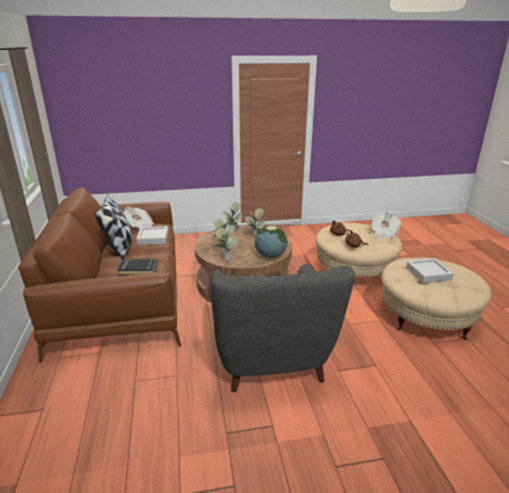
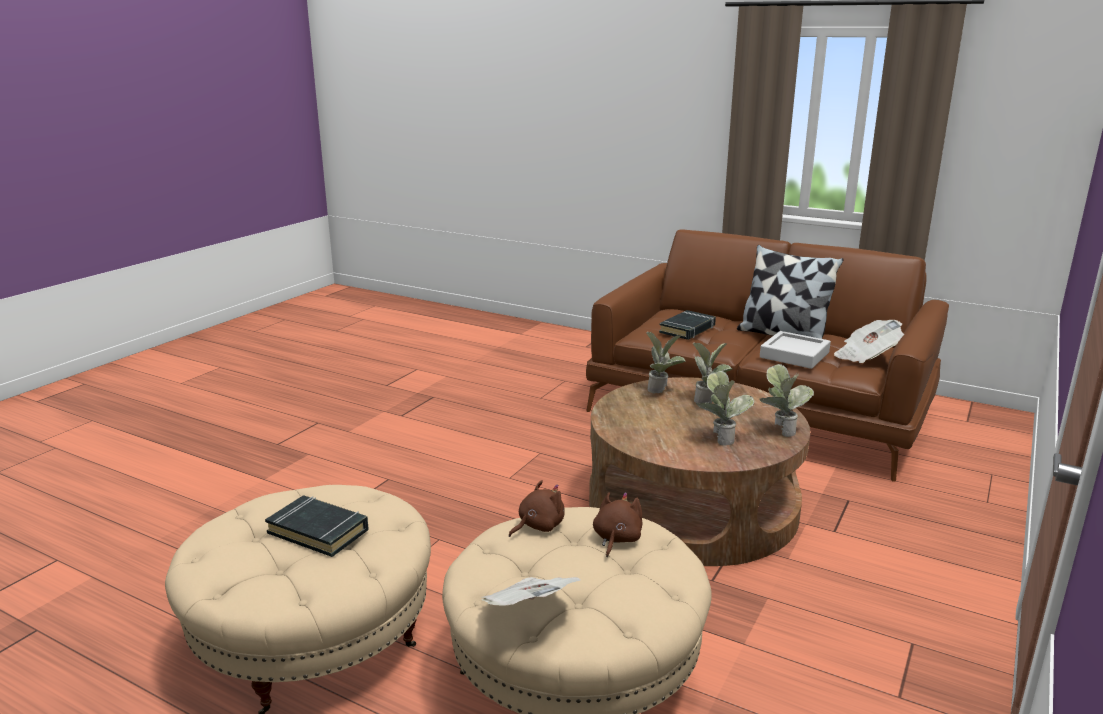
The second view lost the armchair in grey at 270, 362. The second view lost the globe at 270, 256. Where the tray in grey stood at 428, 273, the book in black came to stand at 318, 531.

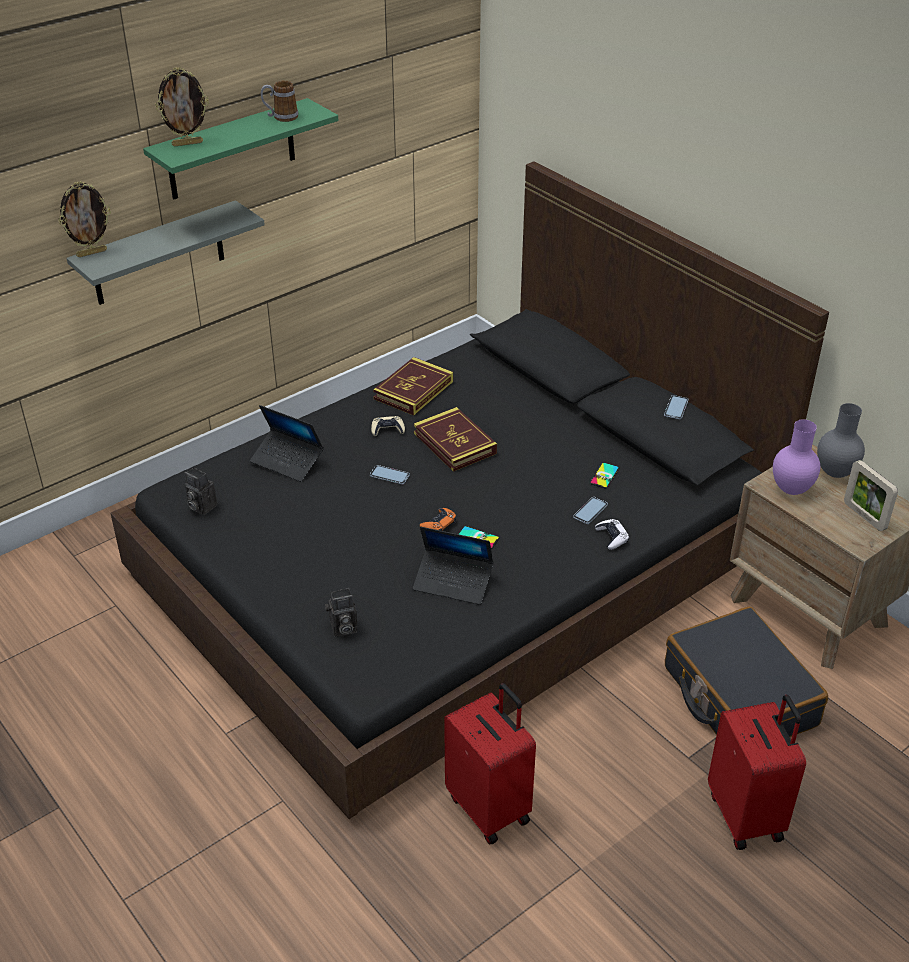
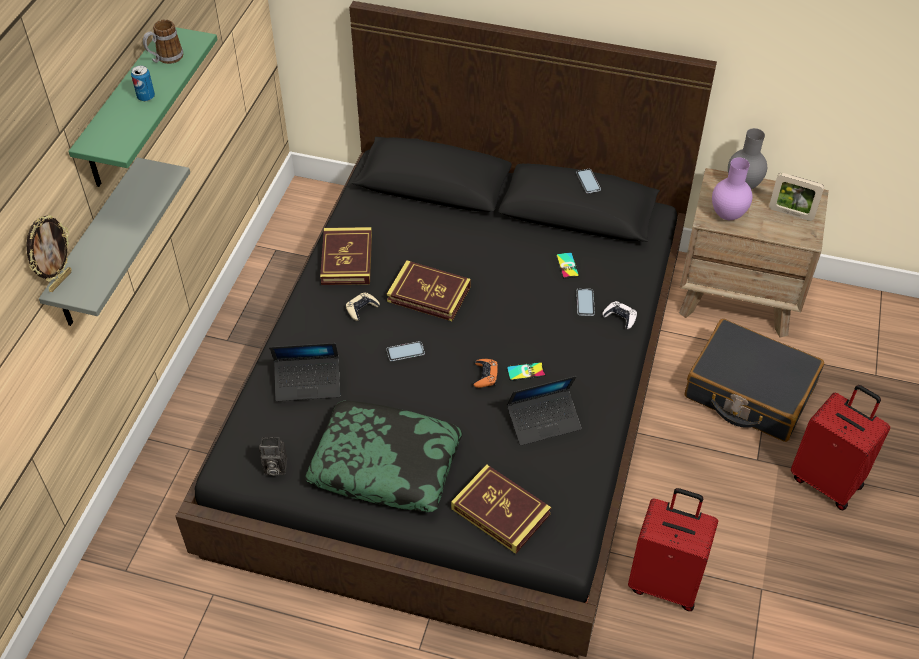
The second view lost the picture frame at 187, 143. The second view gained the can at 146, 97. The second view gained the pillow at 386, 464. Where the photo camera stood at 342, 629, the book came to stand at 500, 511.

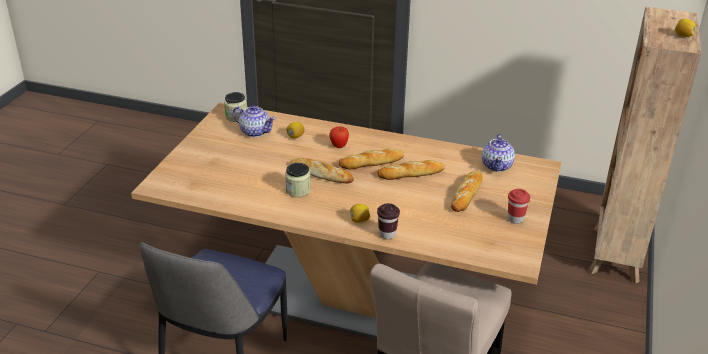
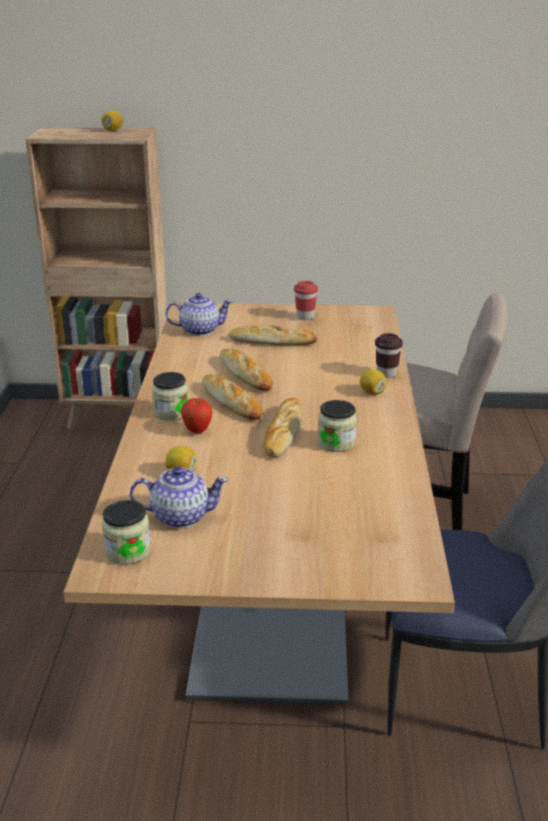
The second view gained the jar at 171, 412. The teapot at 255, 132 ended up facing another way, 75 degrees clockwise from before.

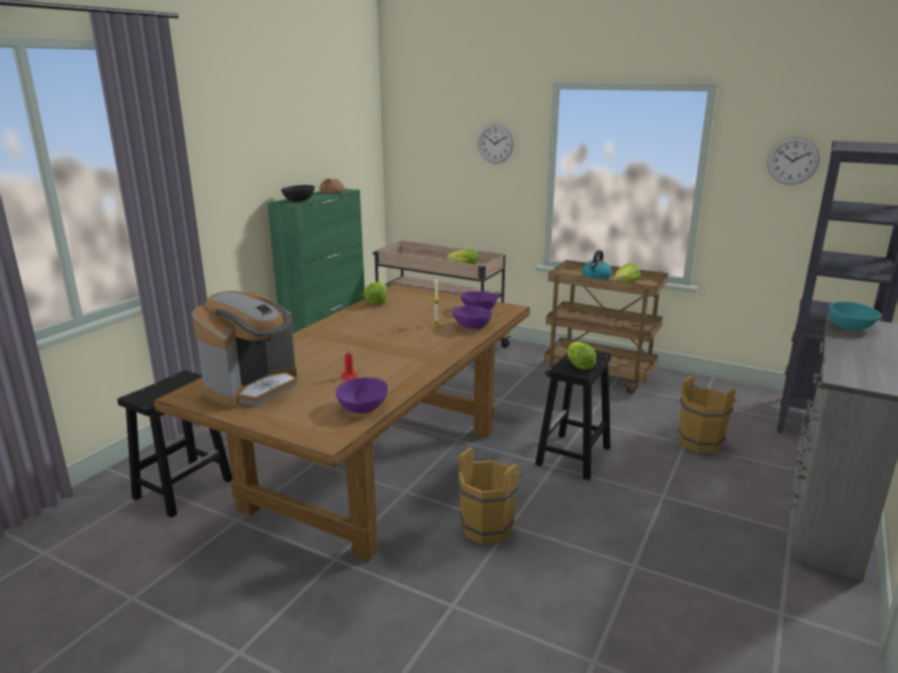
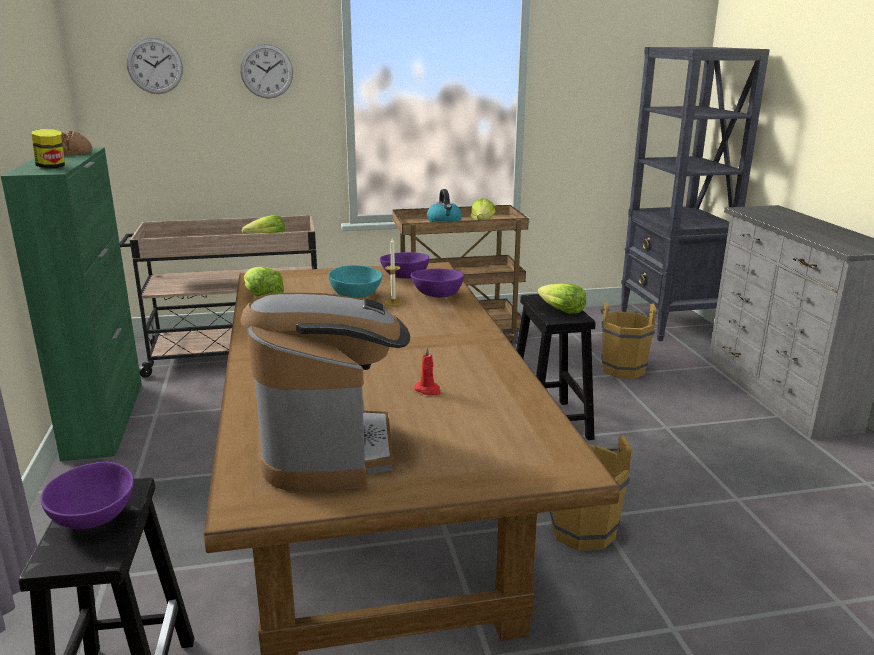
The bowl in purple ended up elsewhere, having gone from 362, 408 to 92, 516. The wall clock ended up elsewhere, having gone from 793, 161 to 155, 66. The bowl in turquoise ended up elsewhere, having gone from 849, 327 to 354, 295. Where the bowl in black stood at 299, 201, the jar came to stand at 52, 167.

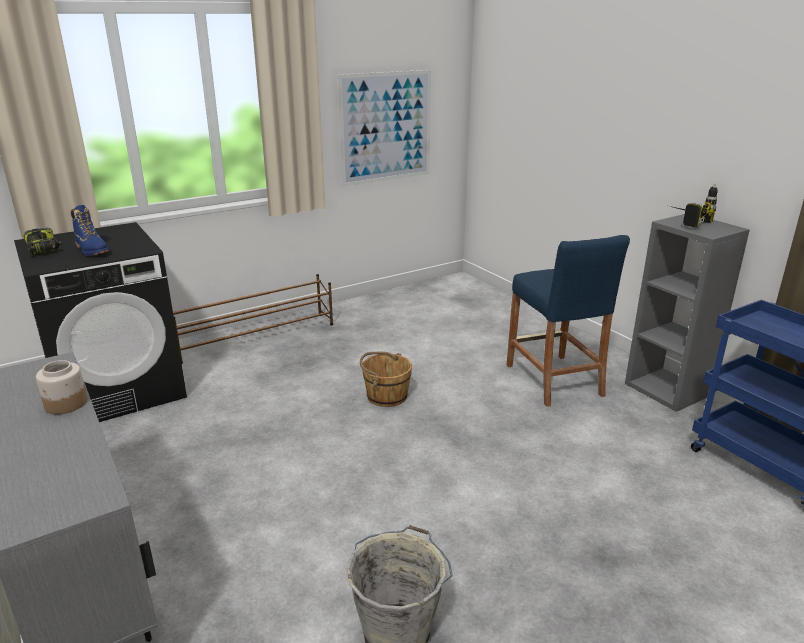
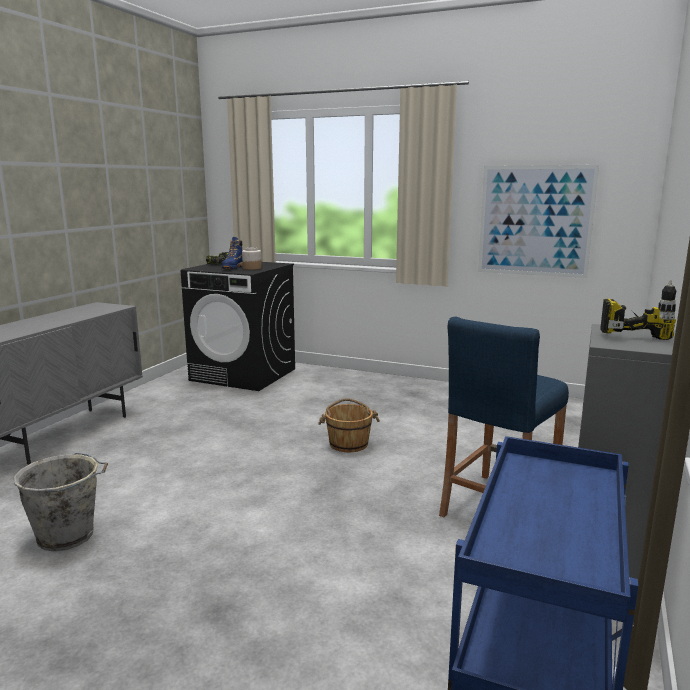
The second view lost the shoe rack in brown at 256, 337. The jar ended up elsewhere, having gone from 66, 404 to 252, 268.

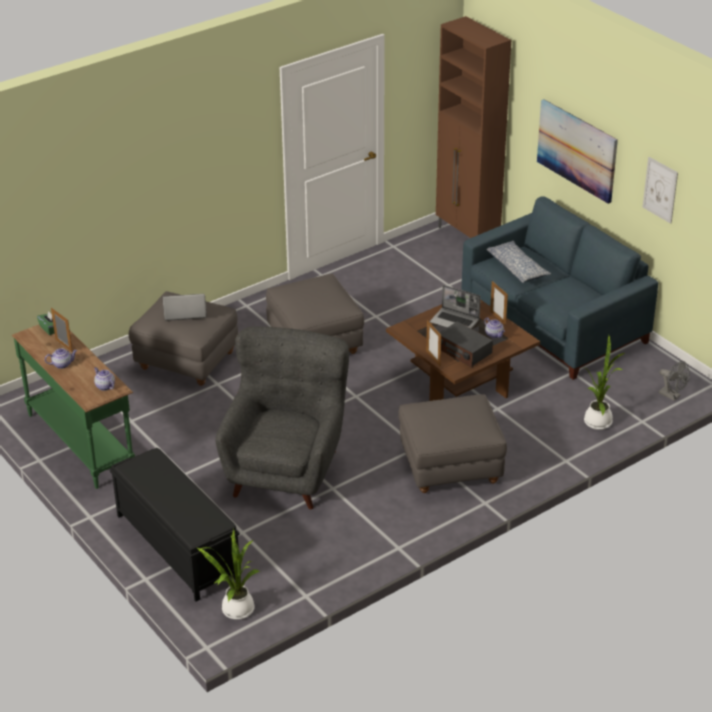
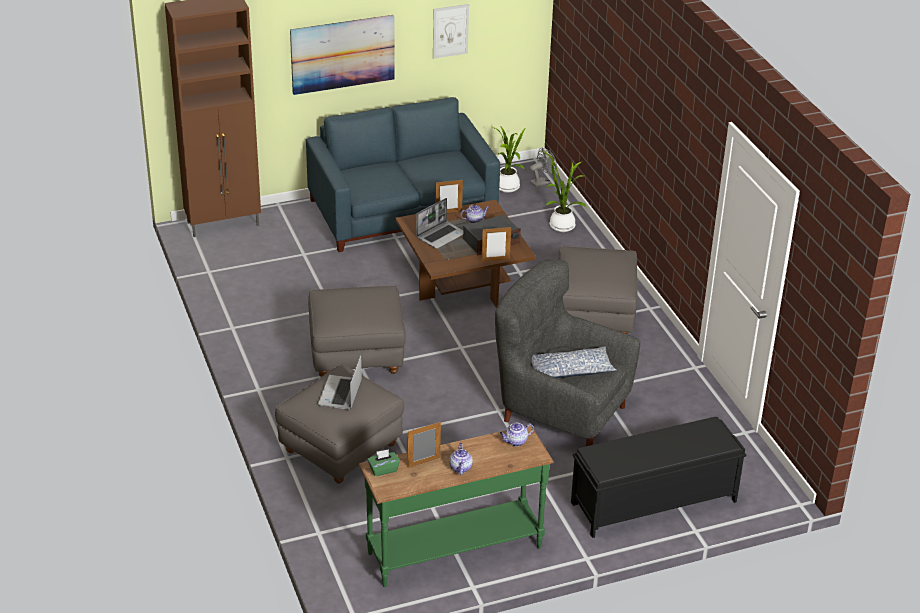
The potted plant ended up elsewhere, having gone from 235, 610 to 507, 188. The pillow ended up elsewhere, having gone from 517, 268 to 569, 370.

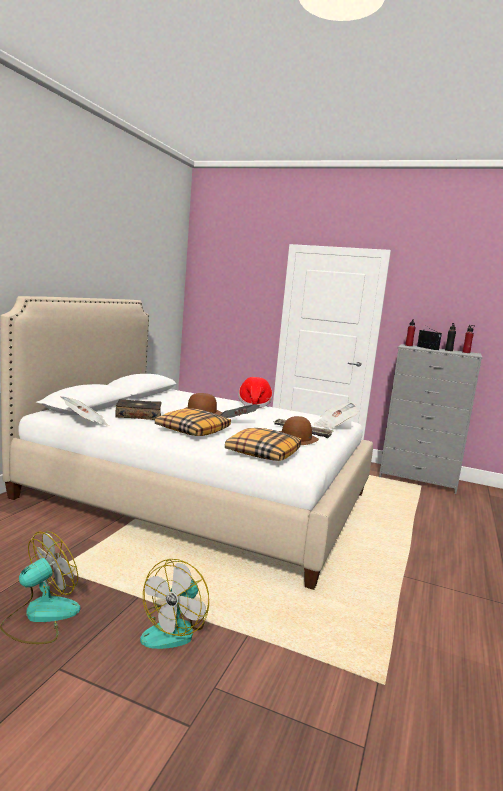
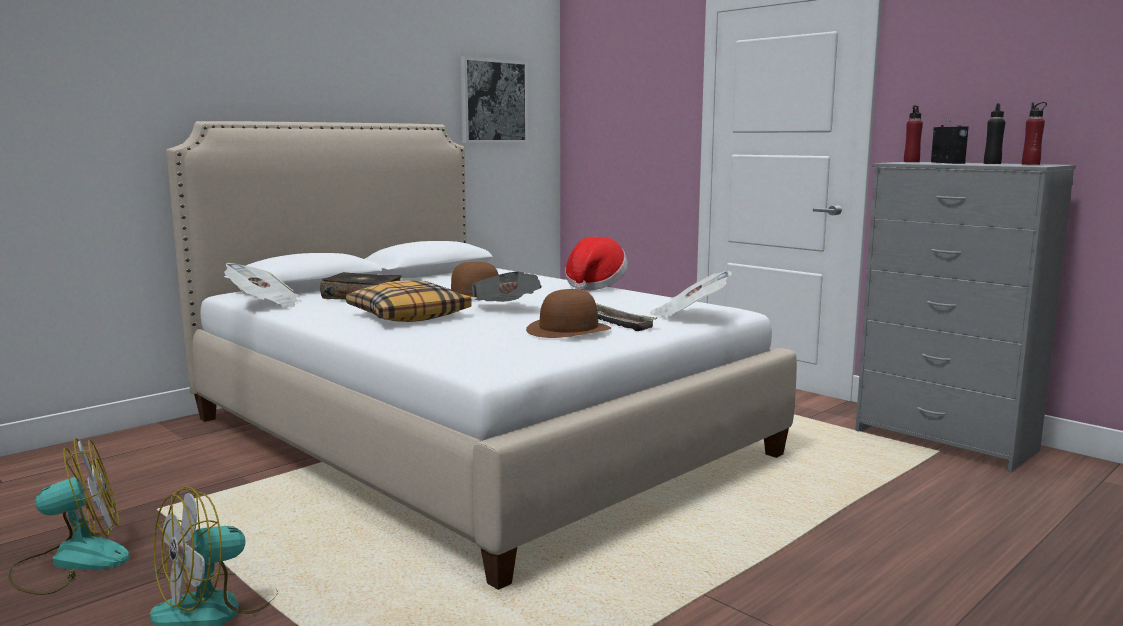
The second view lost the pillow at 262, 453. The second view gained the picture at 493, 101.

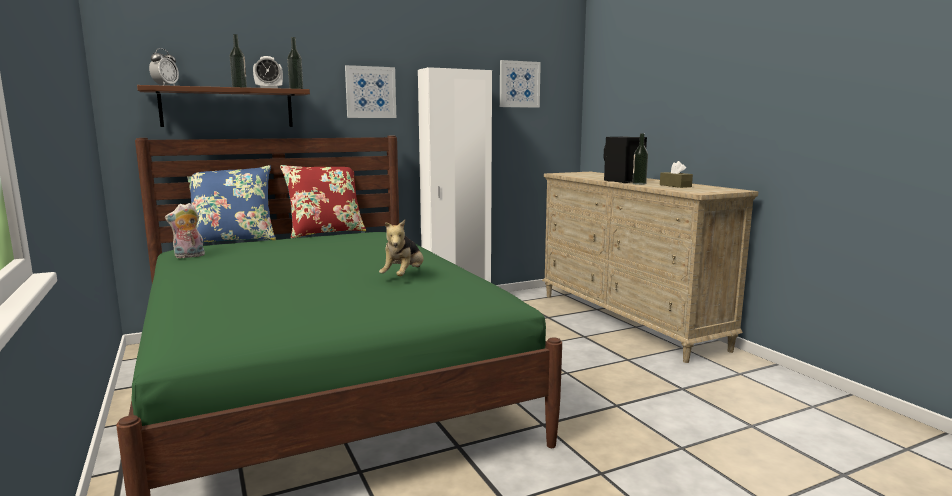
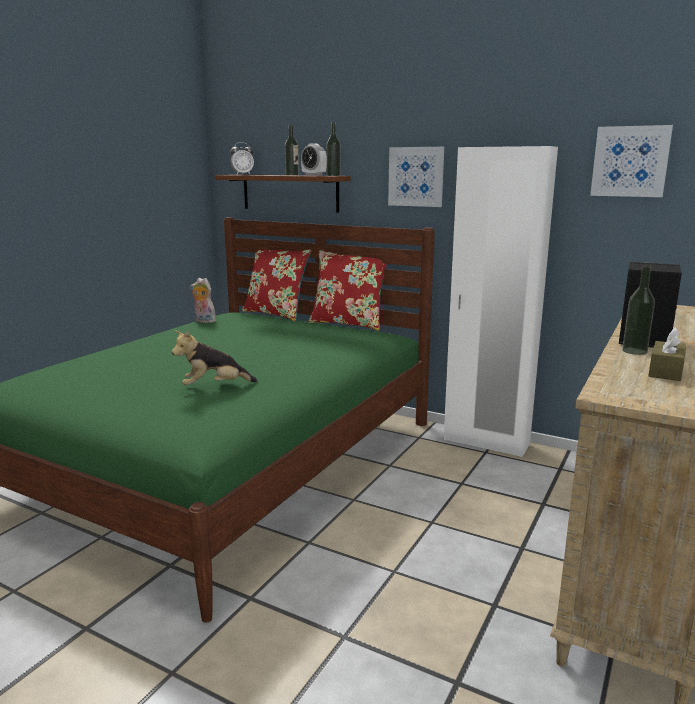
What was the pillow in blue at 233, 240 turned into the pillow in red at 276, 314.

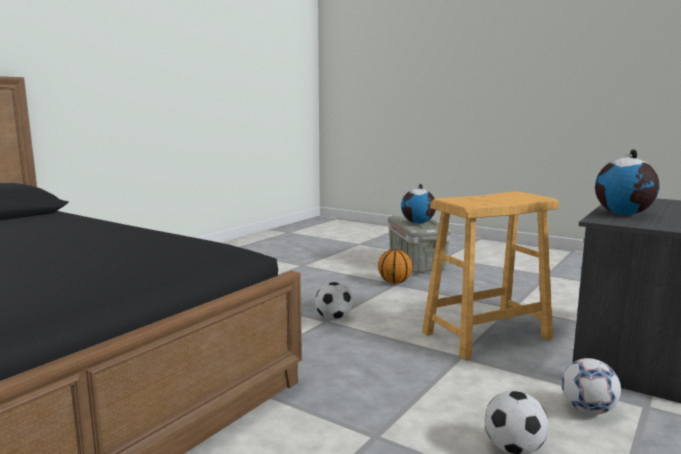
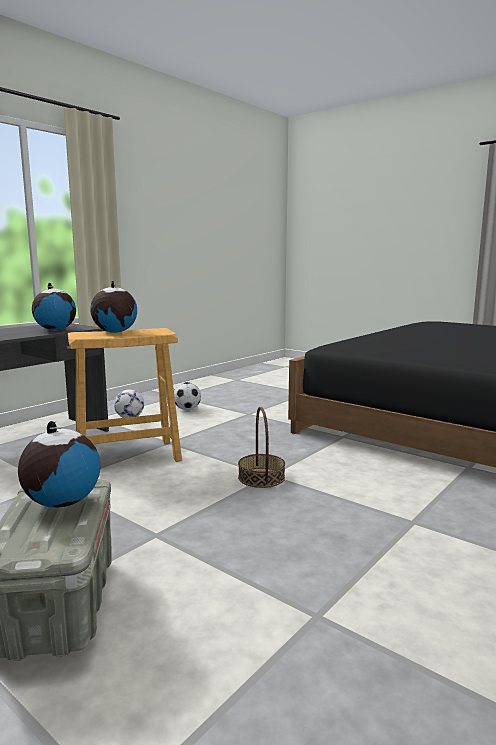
The second view lost the basketball at 395, 282. The second view gained the globe at 114, 332. Where the football stood at 333, 319, the basket came to stand at 261, 477.

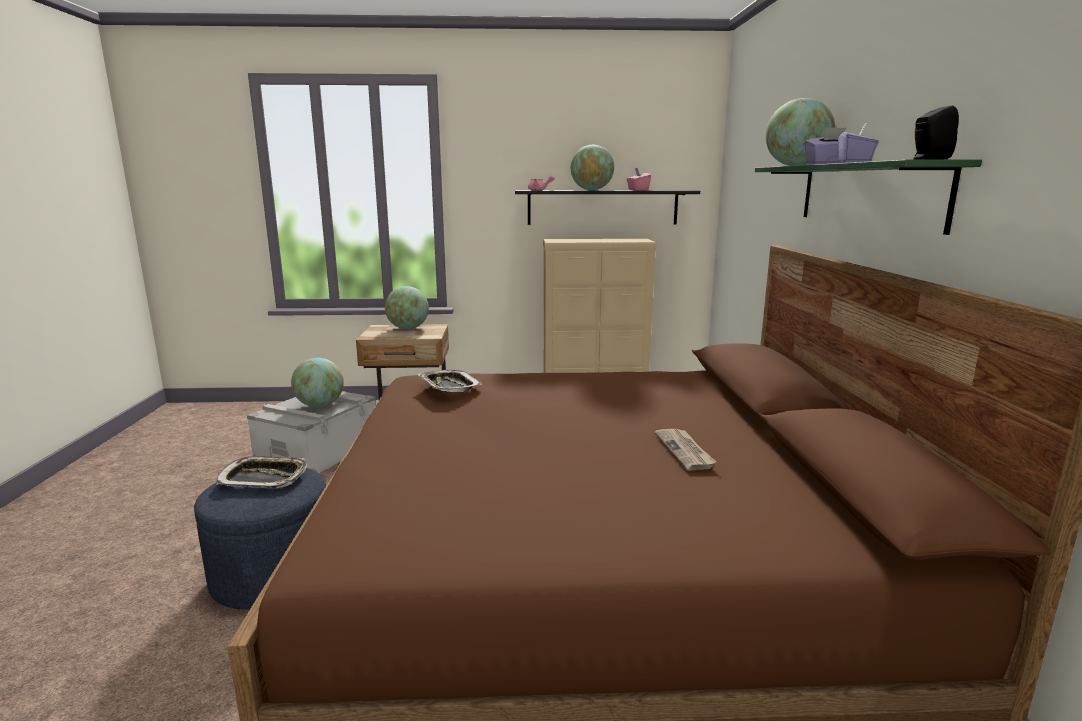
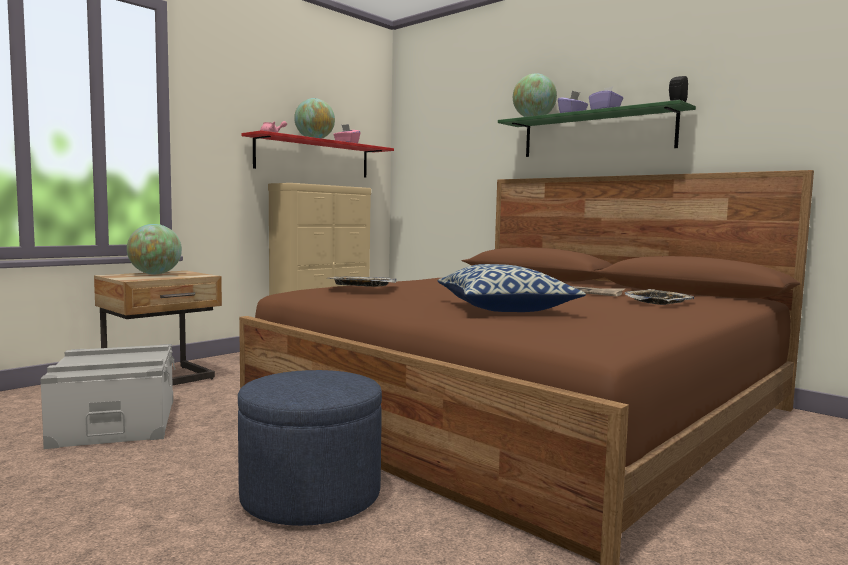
The second view lost the globe at 320, 405. The second view gained the pillow at 505, 308. The tray ended up elsewhere, having gone from 263, 478 to 658, 302. What was the shelf in black at 602, 207 turned into the shelf in red at 314, 157.

